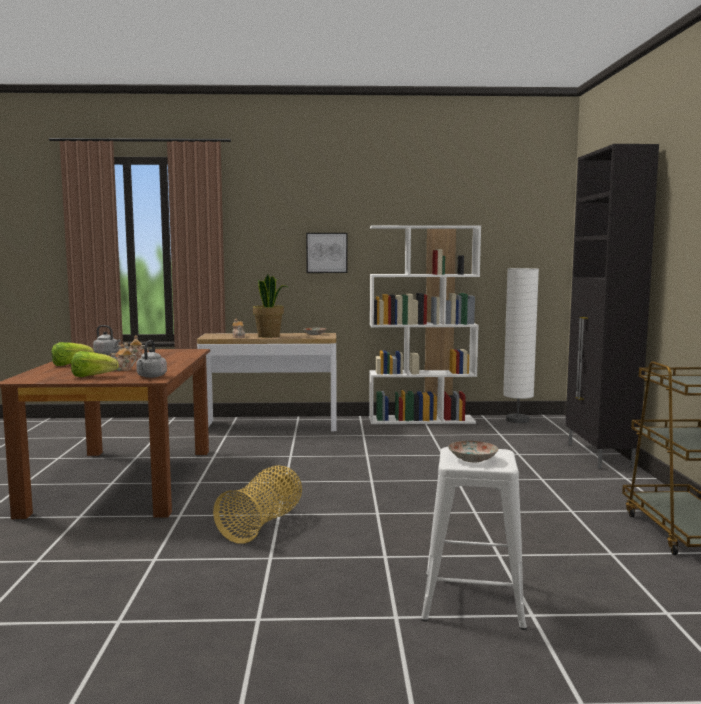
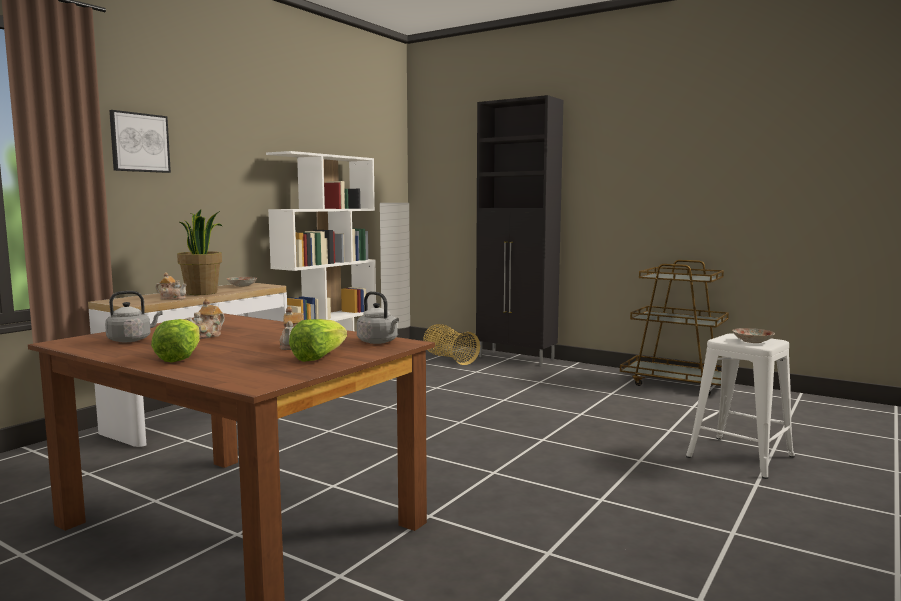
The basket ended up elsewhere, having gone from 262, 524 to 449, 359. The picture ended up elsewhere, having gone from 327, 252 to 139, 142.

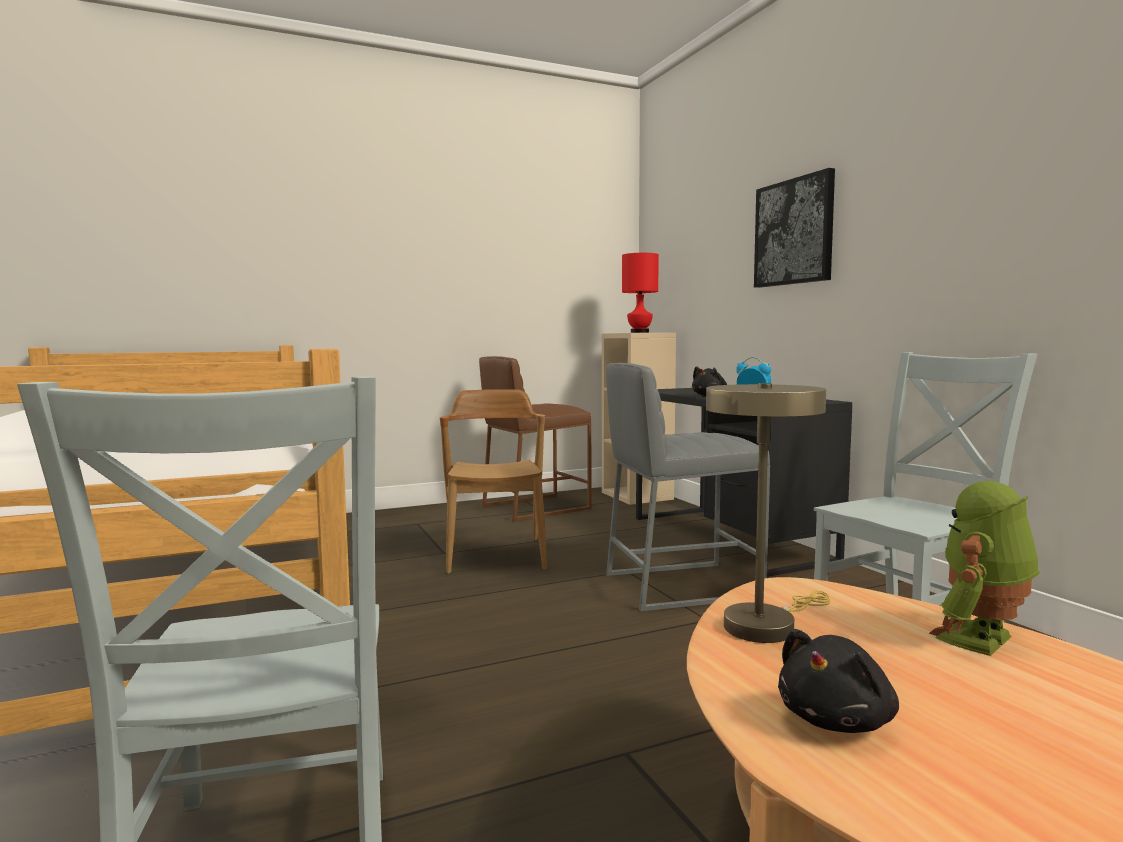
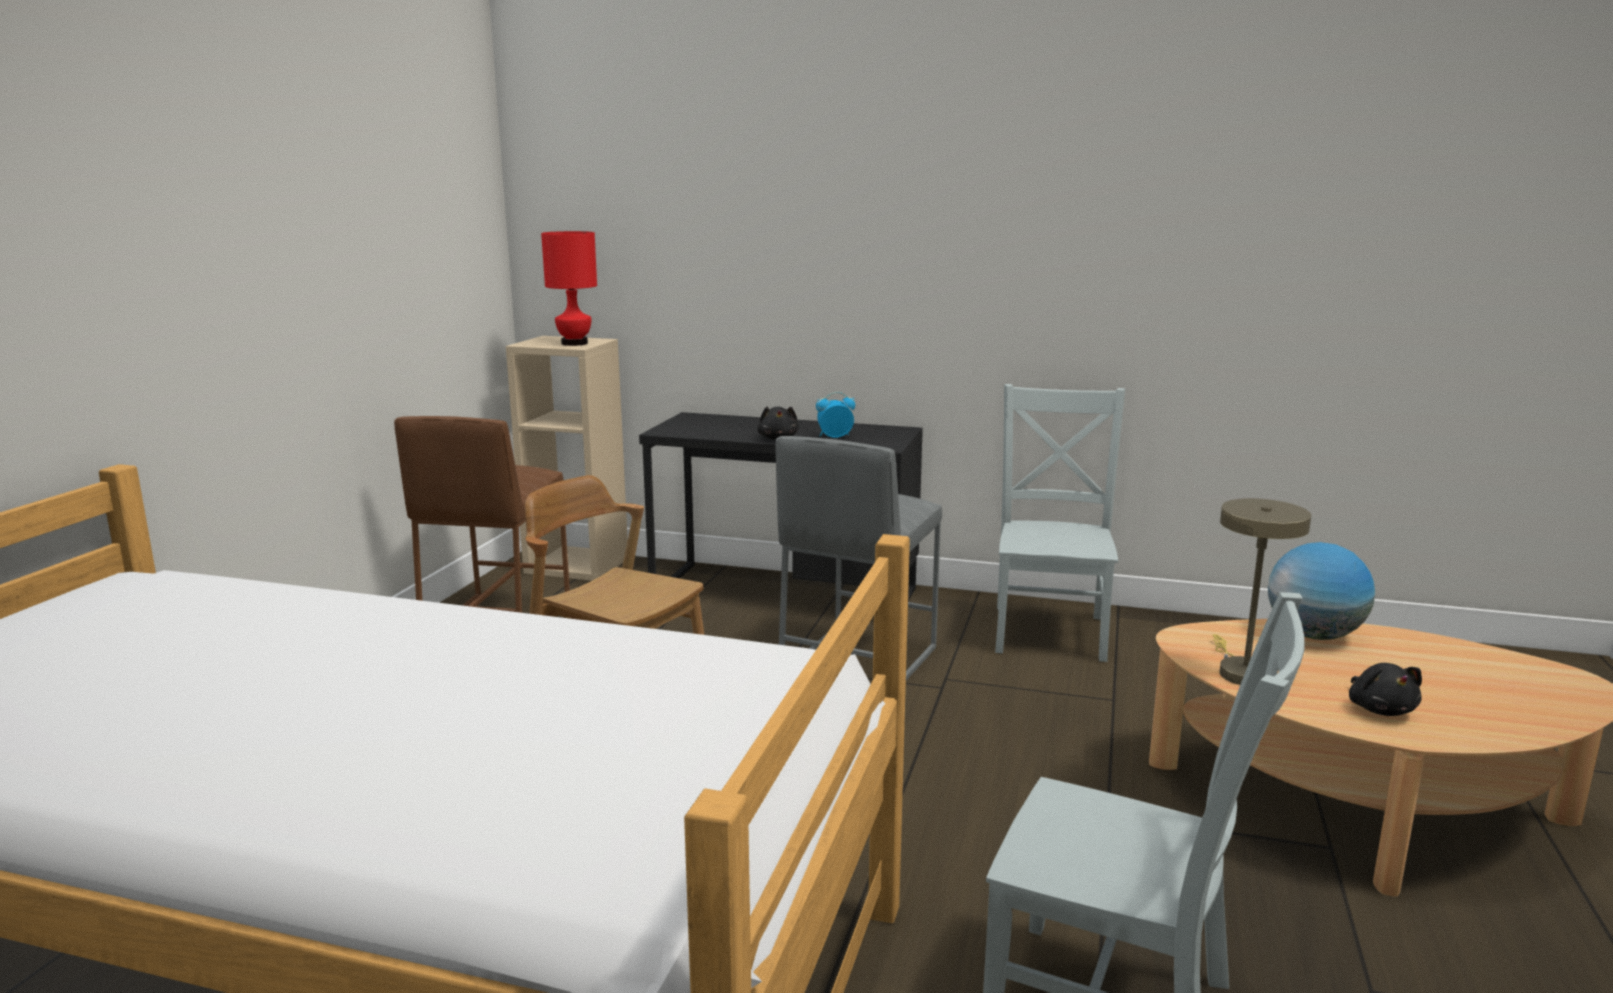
The second view lost the picture at 794, 232. Where the toy robot stood at 982, 641, the globe came to stand at 1314, 635.

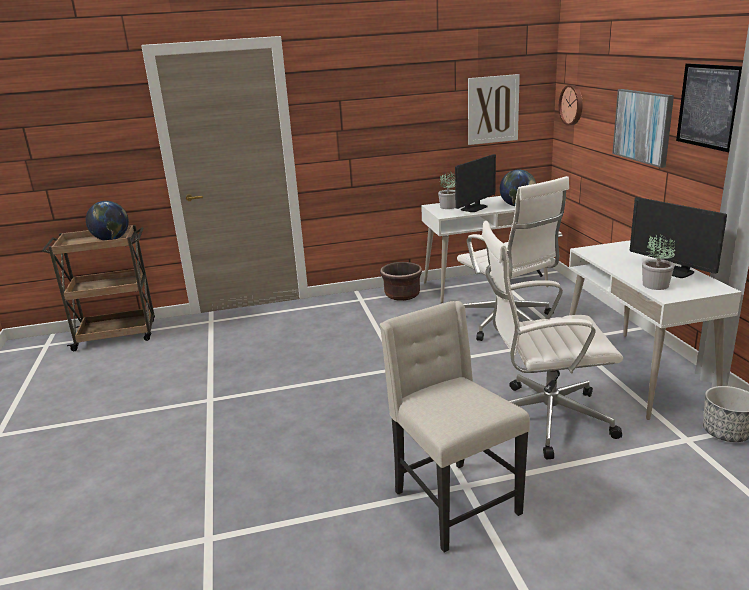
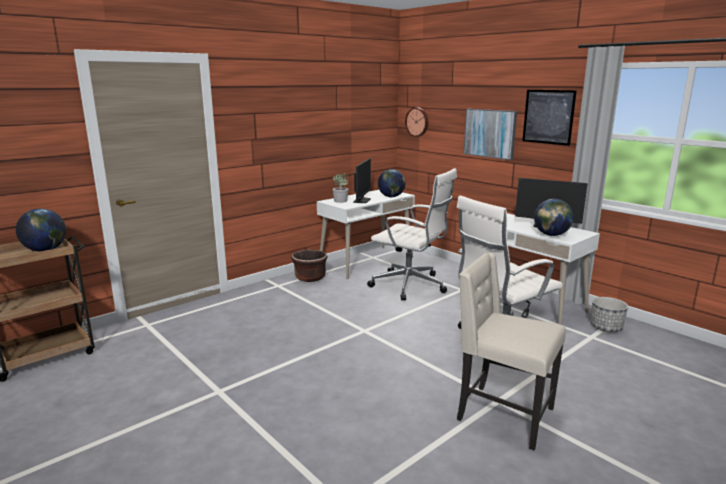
The second view lost the picture at 493, 109. Where the potted plant stood at 655, 285, the globe came to stand at 551, 235.

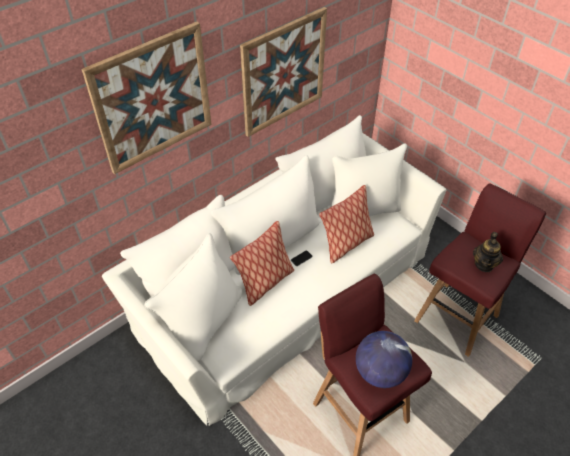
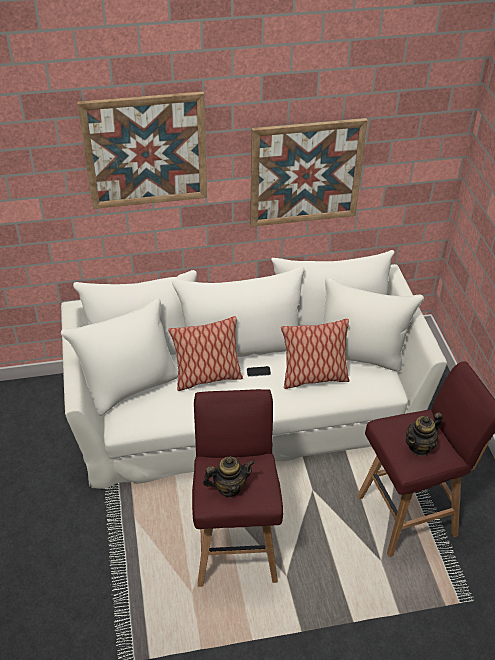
Where the globe stood at 380, 372, the teapot came to stand at 229, 487.

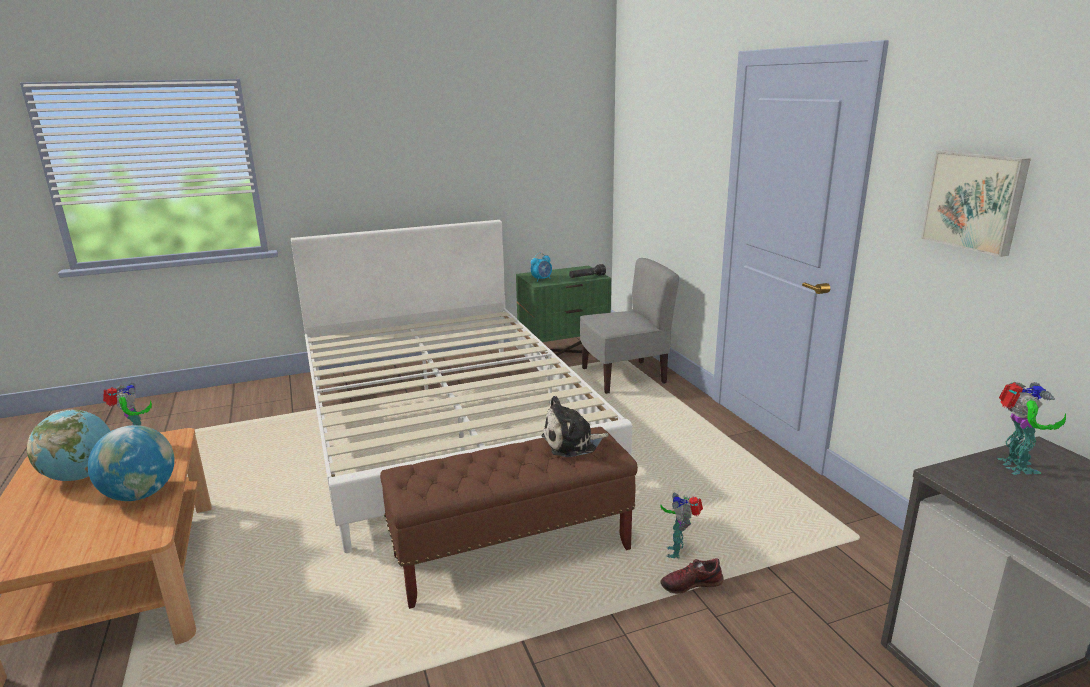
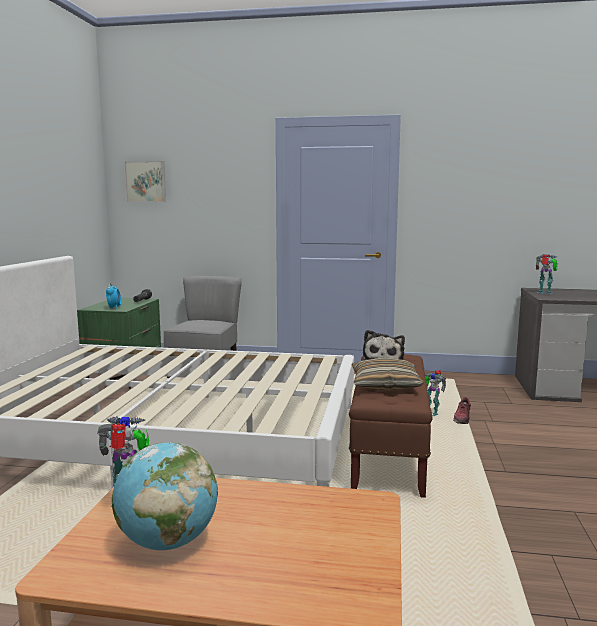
The second view lost the globe at 140, 494. The second view gained the pillow at 385, 385. The picture ended up elsewhere, having gone from 975, 201 to 146, 181.

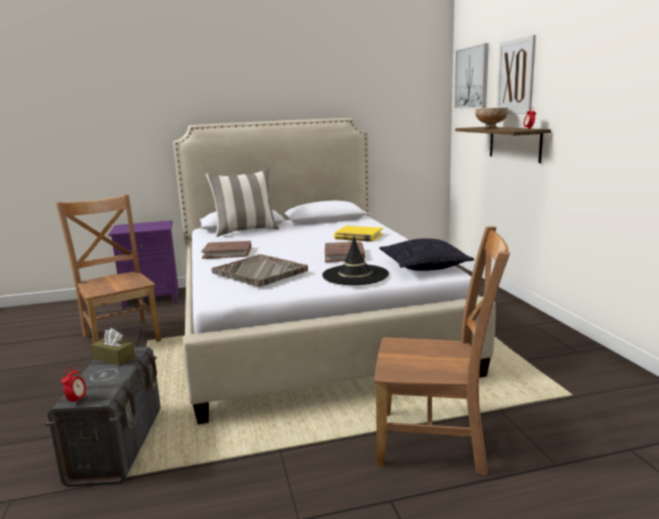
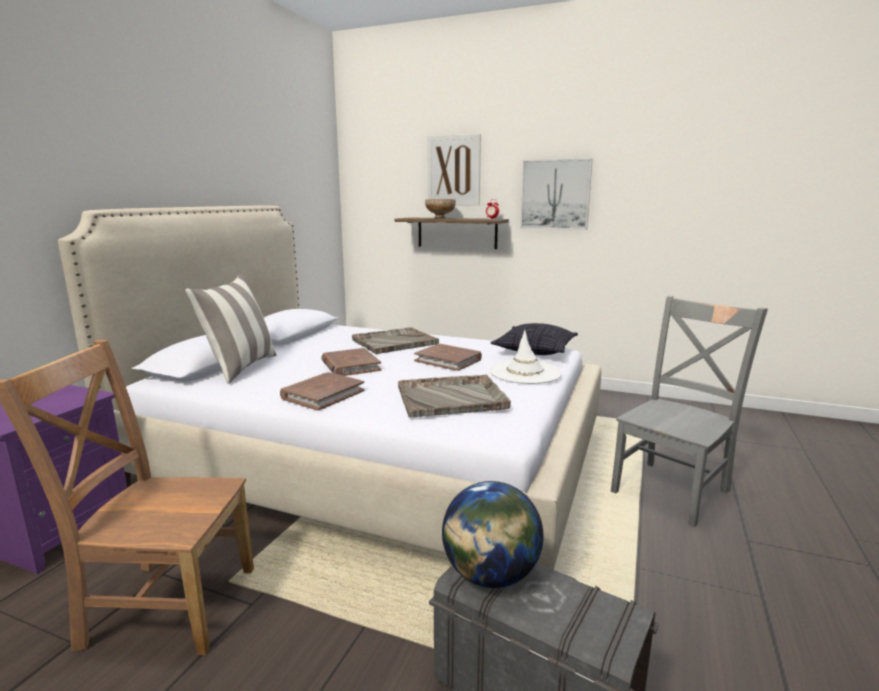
The second view lost the alarm clock at 77, 400. The second view gained the book in brown at 350, 366. The picture ended up elsewhere, having gone from 472, 78 to 555, 194. Where the tissue box in brown stood at 114, 358, the globe came to stand at 490, 575. Where the book in yellow stood at 358, 236, the tray in grey came to stand at 394, 342. What was the hat in black at 355, 275 turned into the hat in white at 525, 372. What was the chair in brown at 437, 441 turned into the chair in grey at 672, 489.

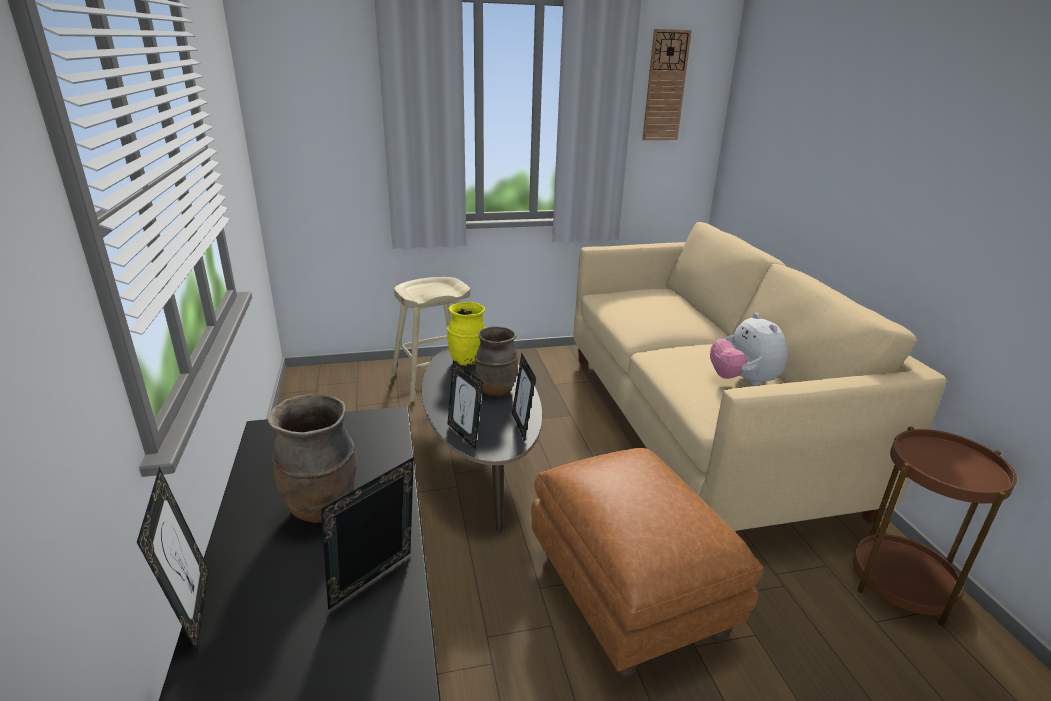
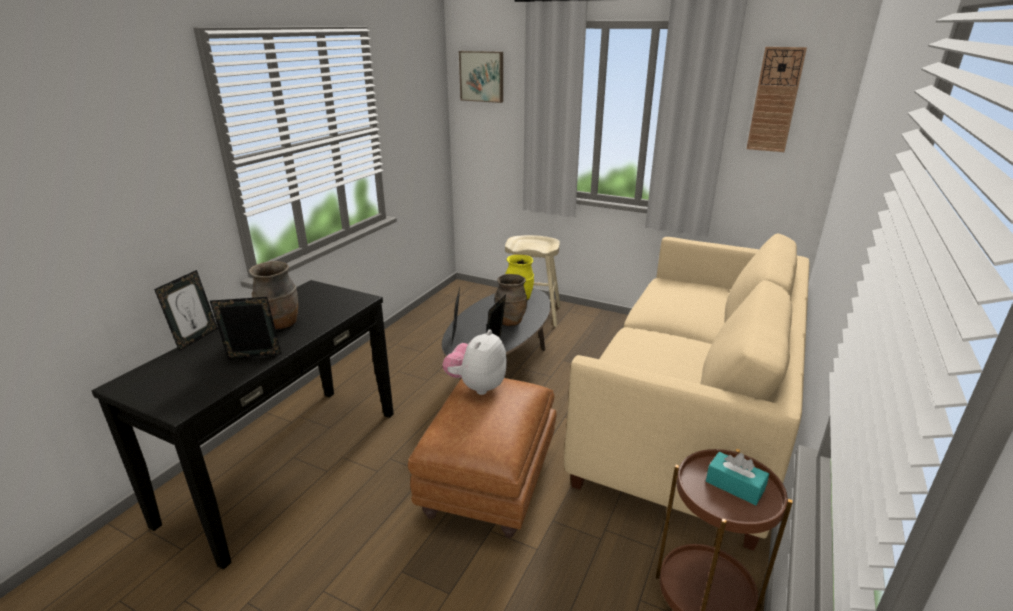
The second view gained the picture at 482, 76. The second view gained the tissue box in turquoise at 734, 486. The plush toy ended up elsewhere, having gone from 743, 381 to 477, 386.

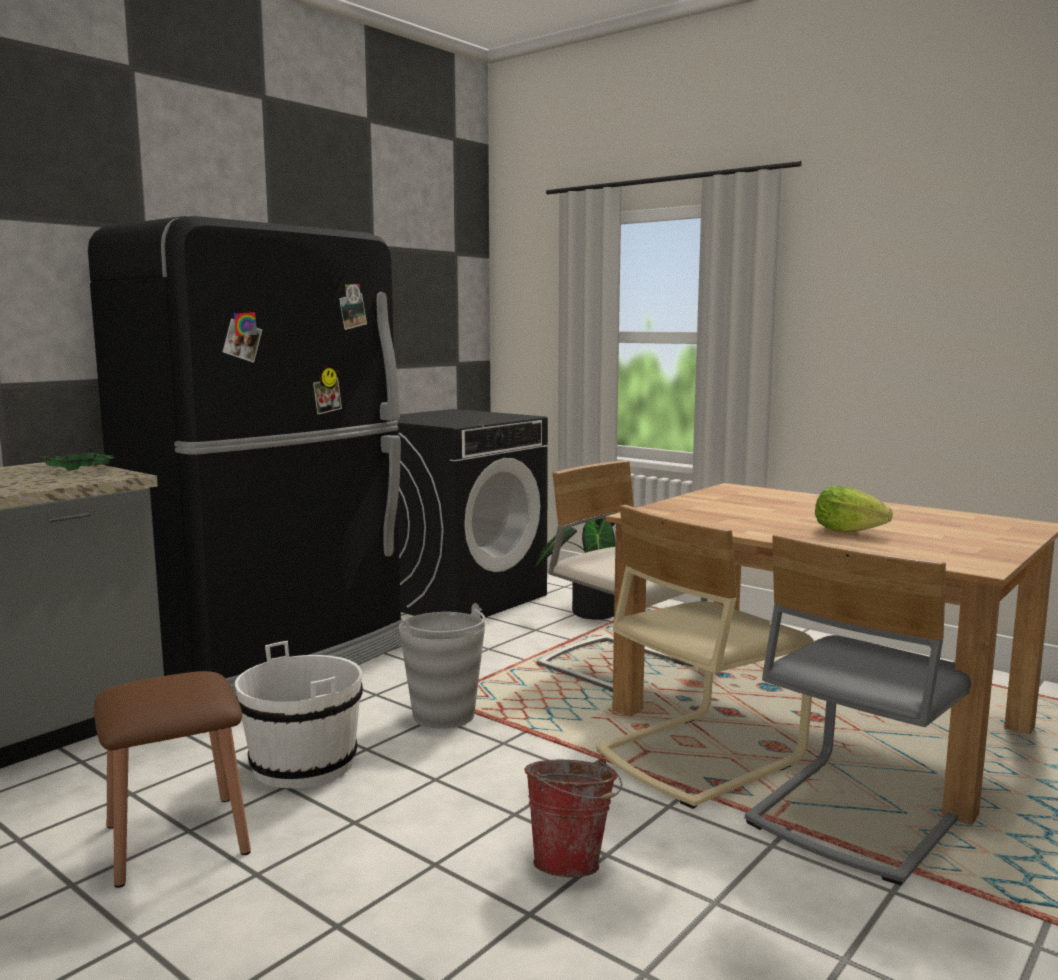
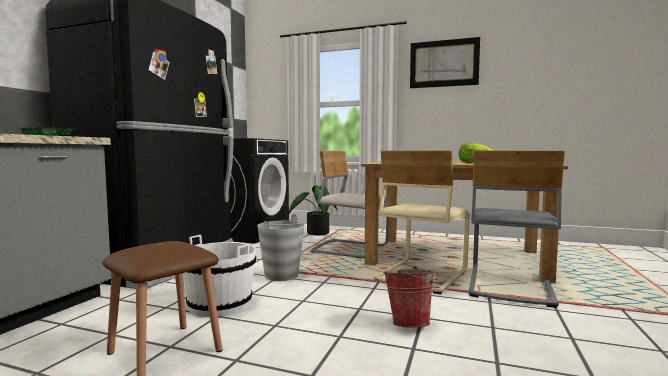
The second view gained the picture at 443, 63.

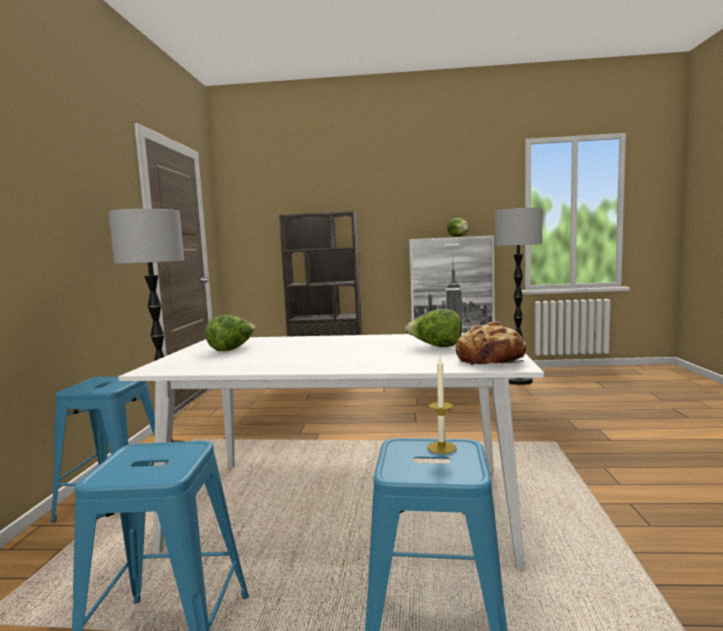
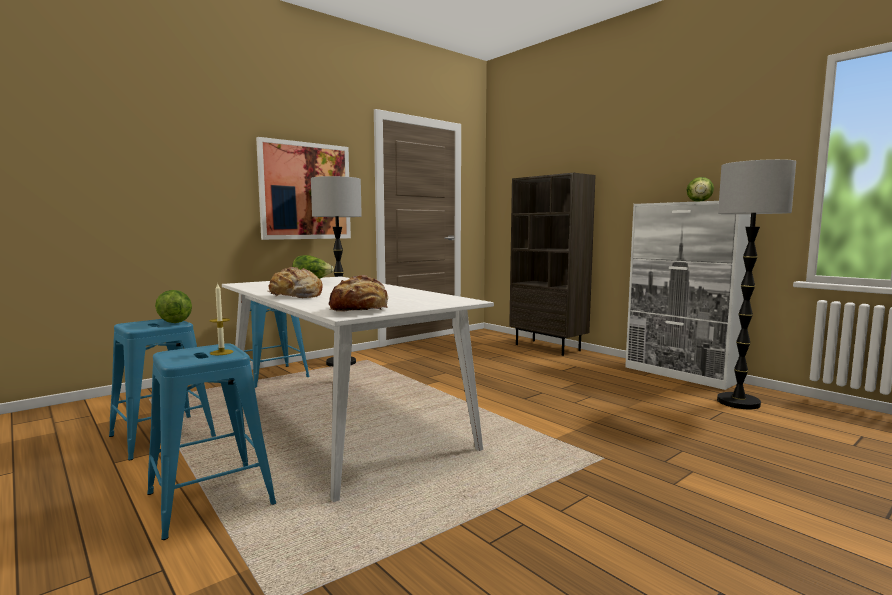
The second view gained the picture at 305, 191. The second view gained the bread at 295, 296. The lettuce ended up elsewhere, having gone from 436, 347 to 174, 321.

